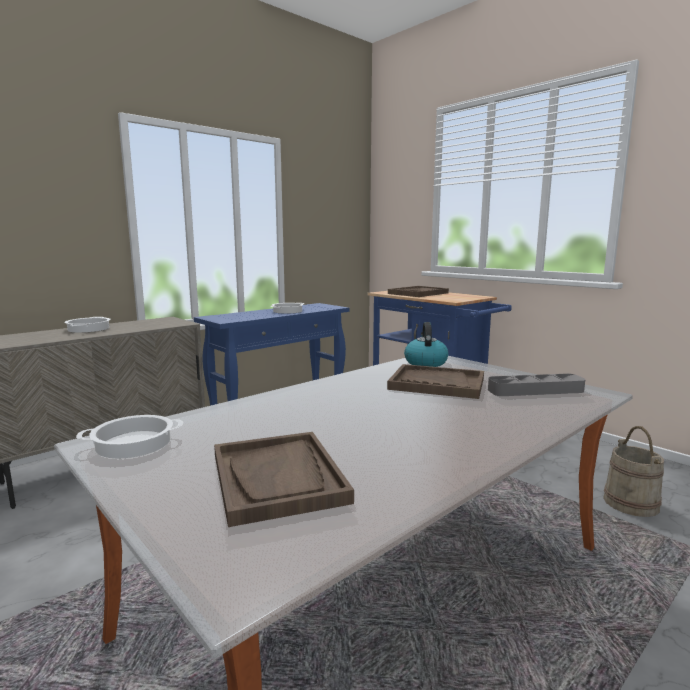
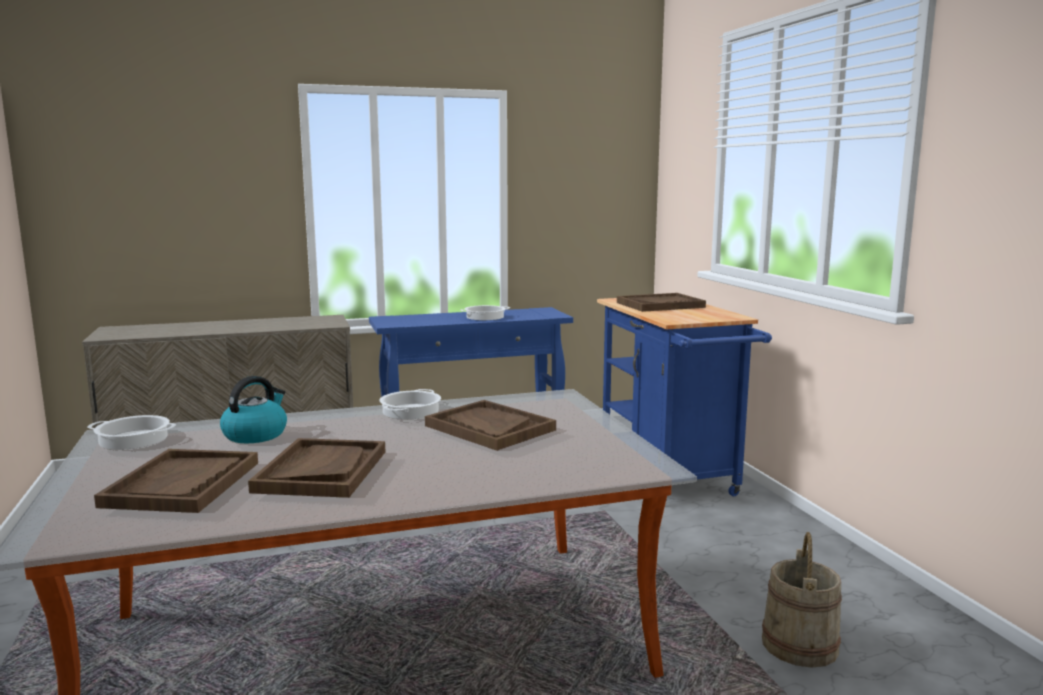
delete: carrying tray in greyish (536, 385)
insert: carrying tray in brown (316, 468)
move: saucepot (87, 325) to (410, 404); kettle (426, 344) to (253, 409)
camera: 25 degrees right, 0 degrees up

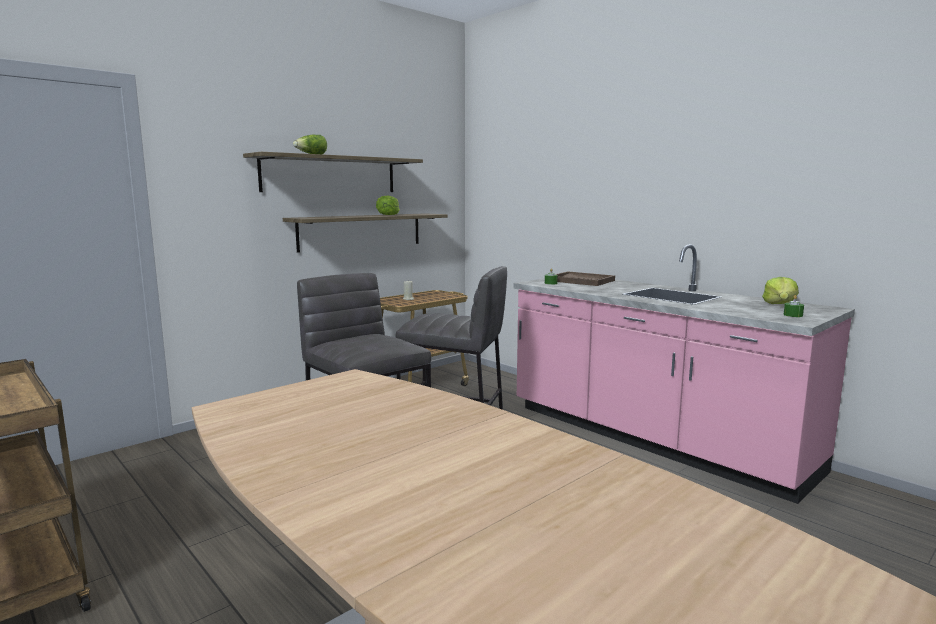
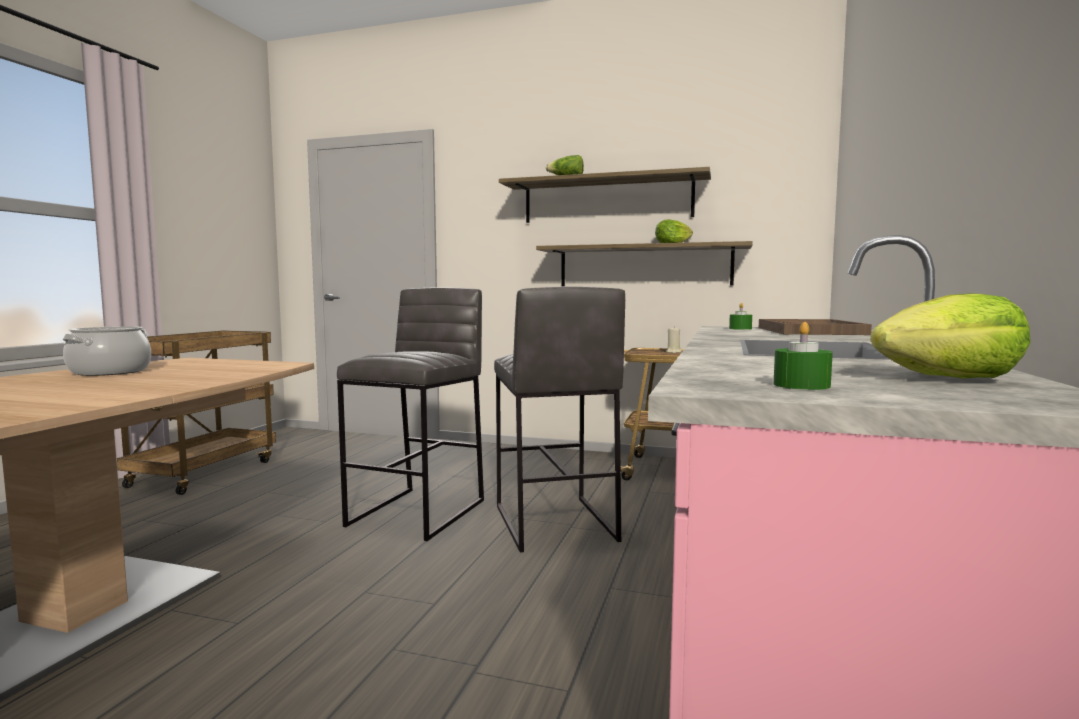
insert: saucepot (107, 351)
camera: 60 degrees right, 5 degrees down

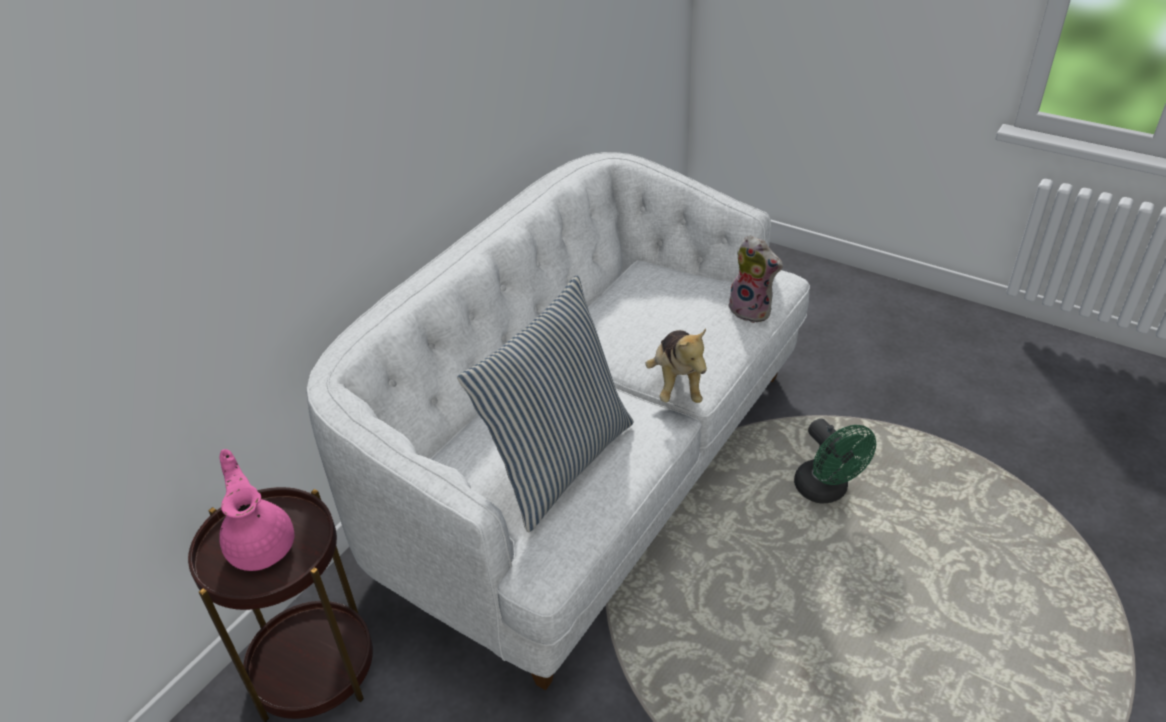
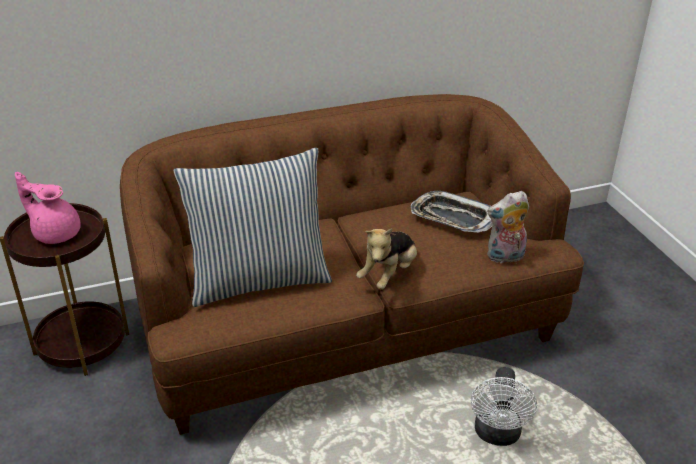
insert: carrying tray (452, 212)
recolor: sofa in whitish (558, 421) to sofa in brown (352, 264); cooling fan in green-coloured (835, 460) to cooling fan in whitish (504, 406)
rotate: plush toy (755, 279) = (508, 227) 90 degrees clockwise; tea pot in pink-coloured (257, 510) = (48, 208) 75 degrees counterclockwise
camera: 35 degrees right, 5 degrees down

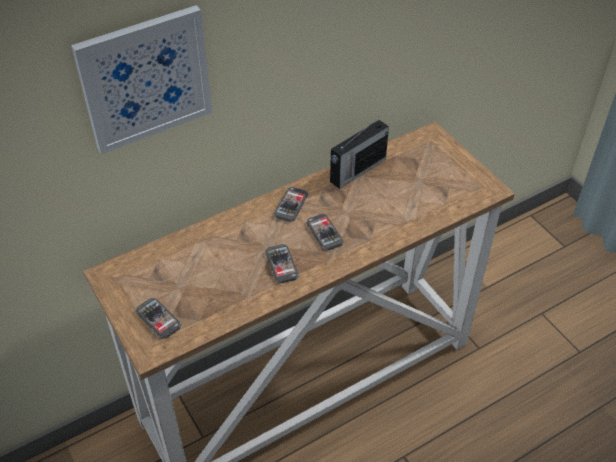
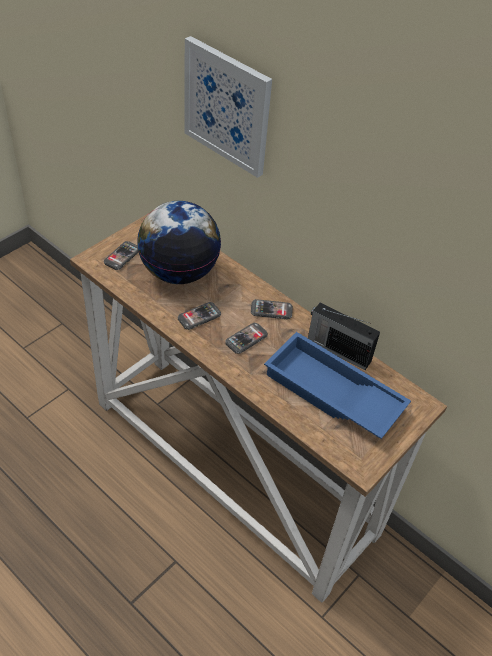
insert: desk globe (179, 242); carrying tray in bluish (337, 385)
camera: 70 degrees right, 0 degrees up

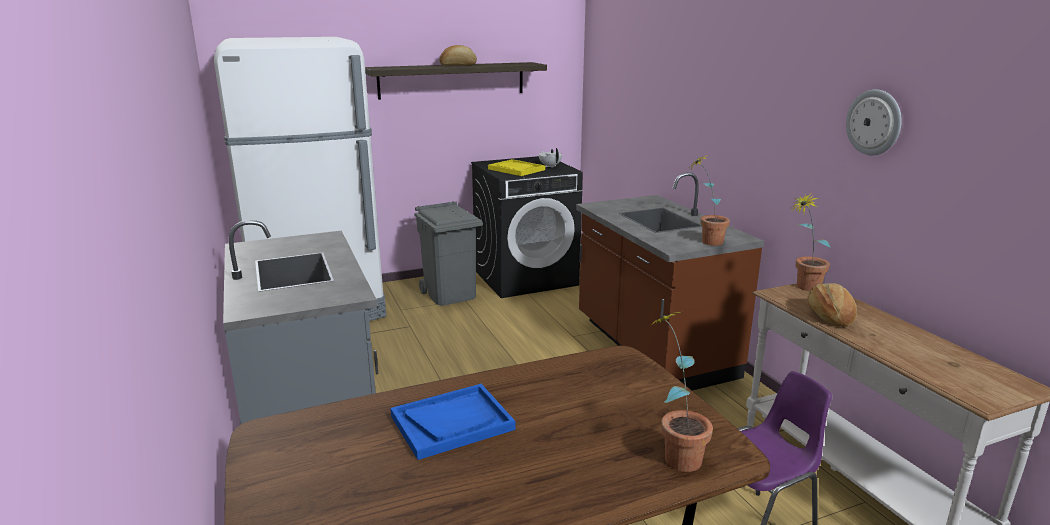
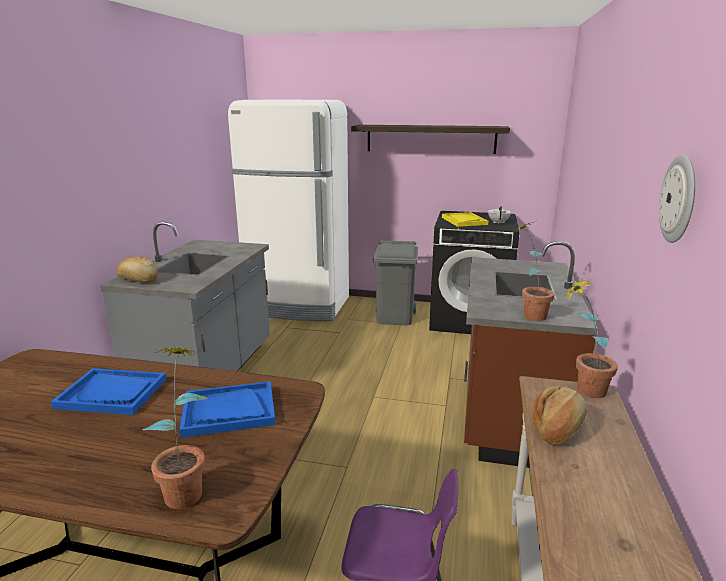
insert: carrying tray in bluish (227, 409)
move: baked bread (458, 55) to (137, 270)
camera: 35 degrees right, 0 degrees up

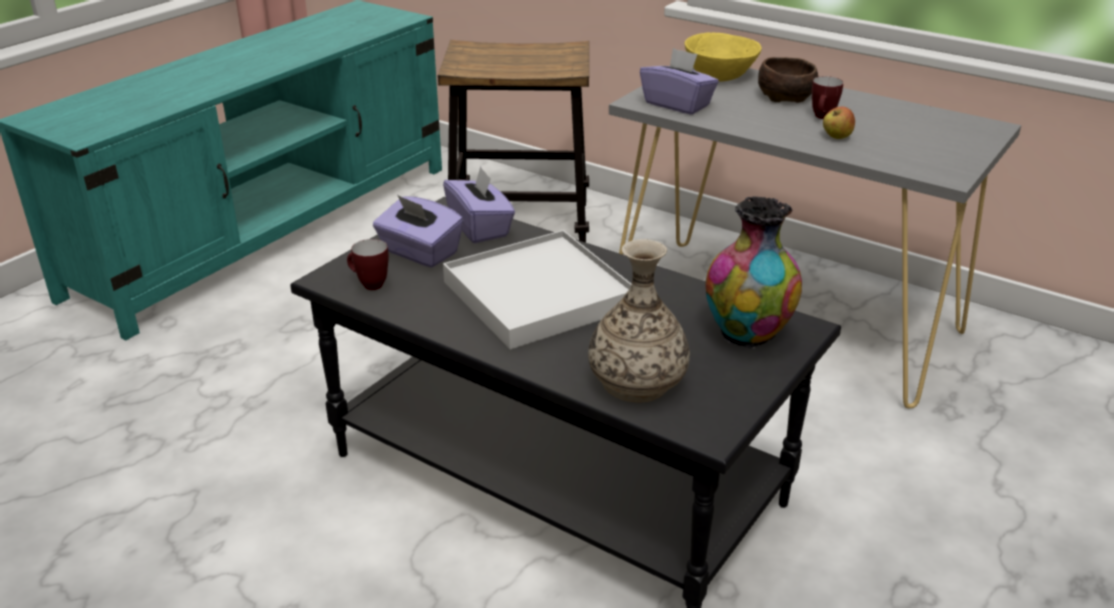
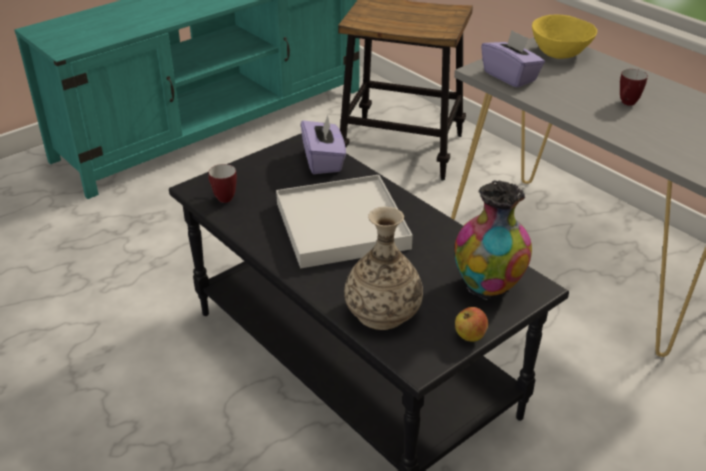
delete: bowl in brown (788, 80); tissue holder in purple (418, 231)
move: apple fruit (839, 122) to (471, 324)
camera: 15 degrees right, 5 degrees up

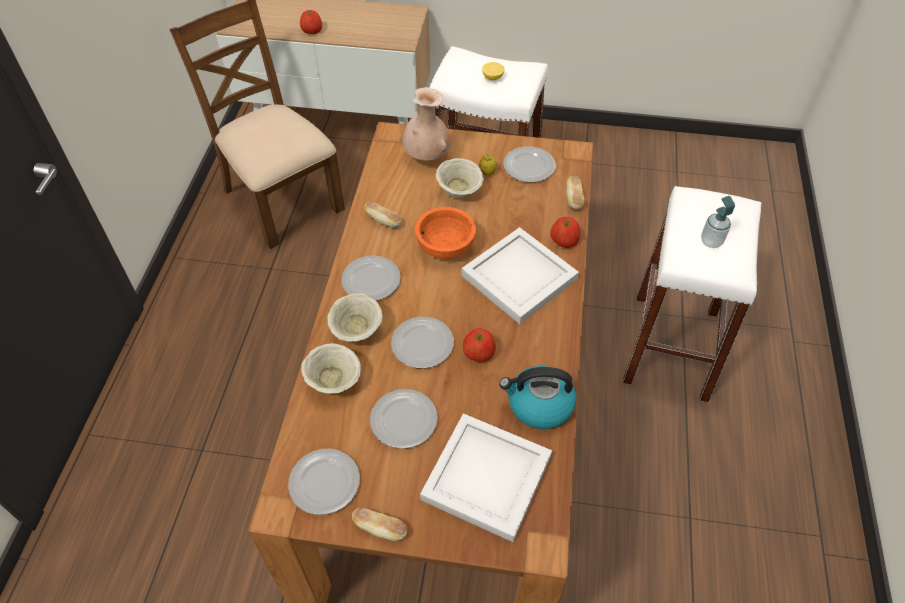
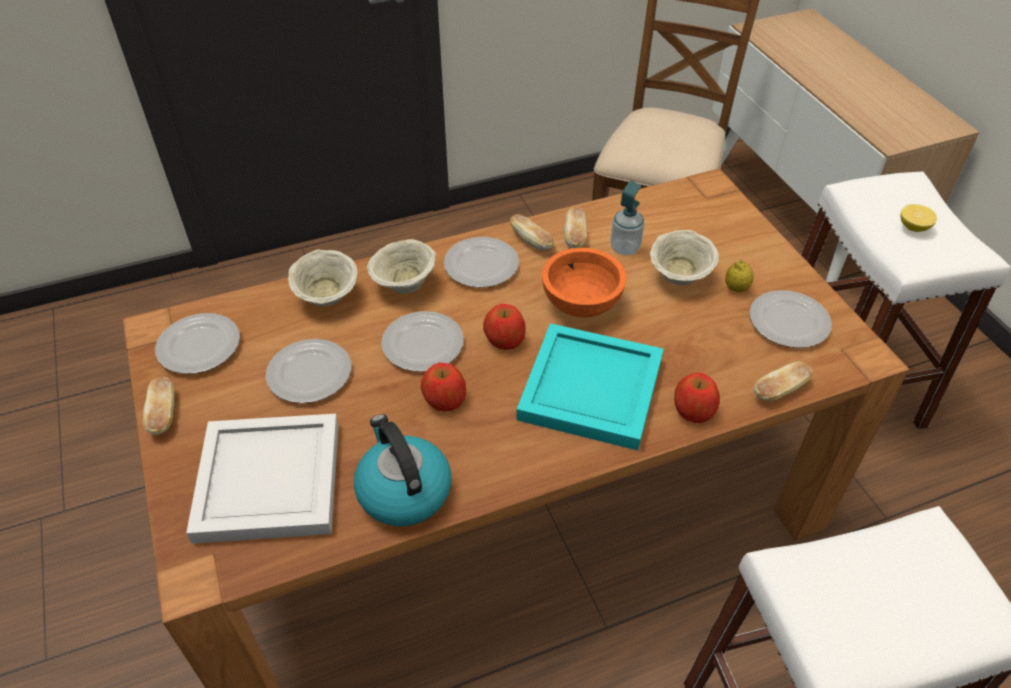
delete: decorative vase in beige-coloured (426, 124)
insert: baked bread (532, 232)
move: apple fruit (311, 22) to (504, 327); soap bottle (718, 222) to (627, 218)
recolor: carrying tray in whitish (520, 275) to carrying tray in turquoise-coloured (590, 386)
camera: 60 degrees right, 5 degrees down

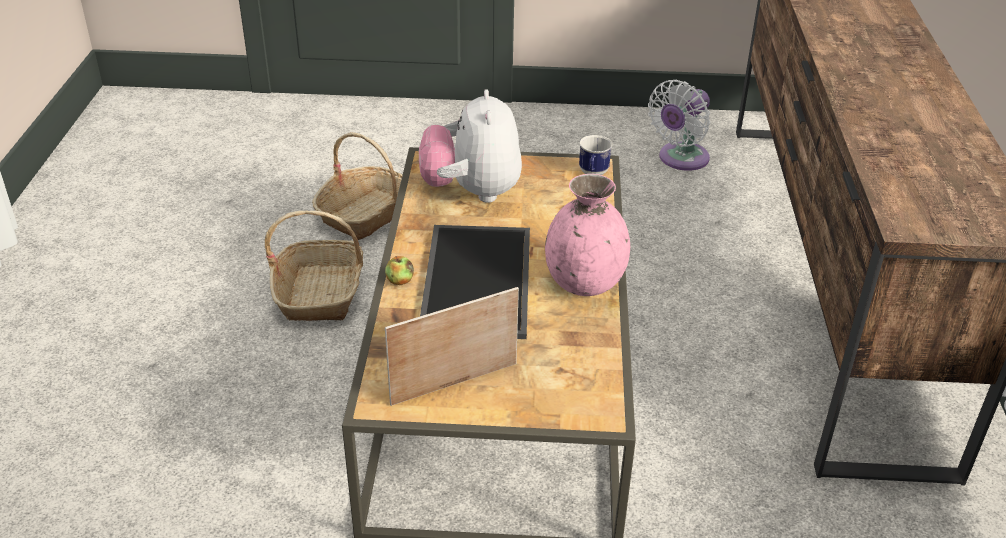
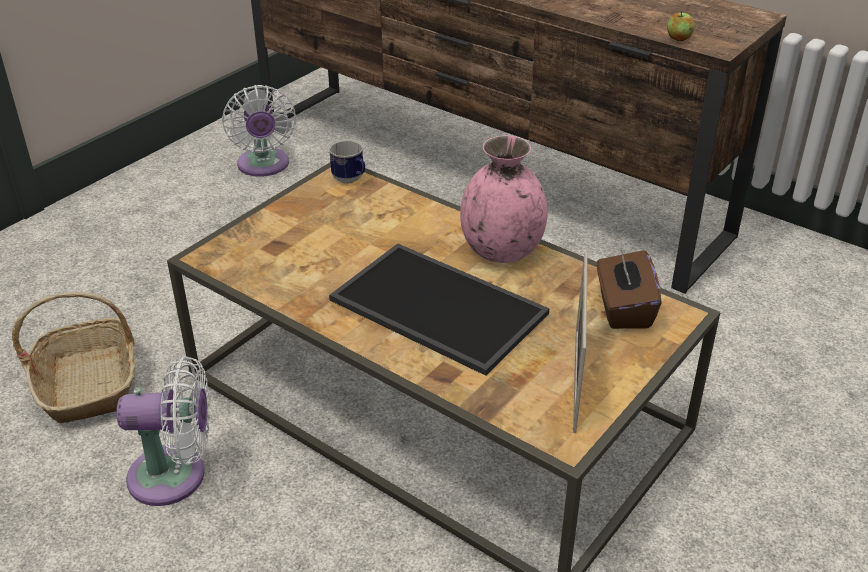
delete: plush toy (470, 146)
insert: tissue holder in brown (629, 289)
move: apple fruit (399, 270) to (680, 26)
replace: basket (314, 266) to cooling fan in whitish (163, 431)
camera: 55 degrees left, 0 degrees up

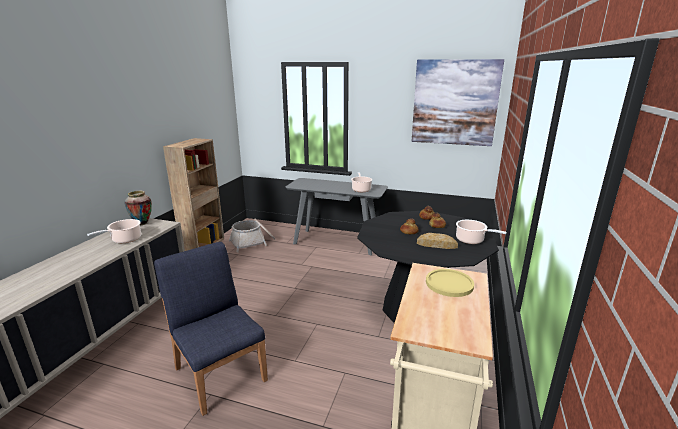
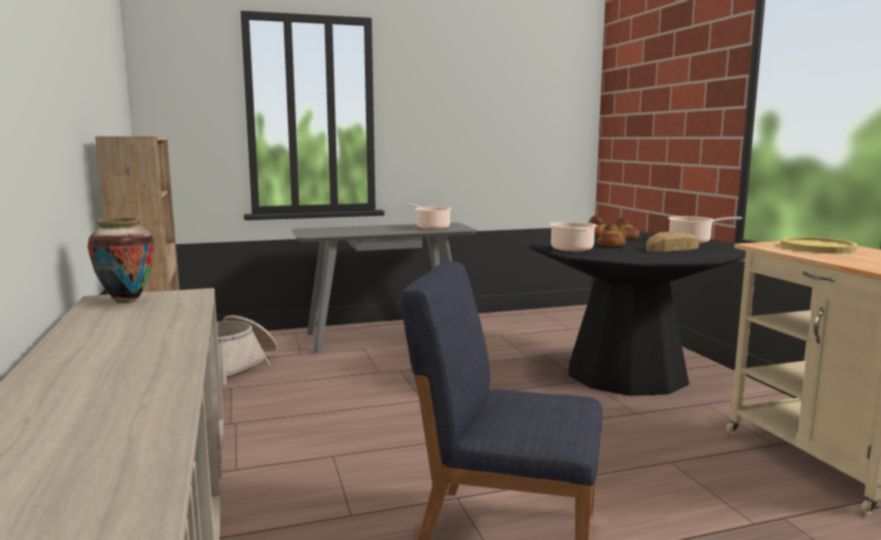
delete: wall picture (457, 102)
move: saucepot (114, 231) to (573, 237)
camera: 35 degrees left, 10 degrees down

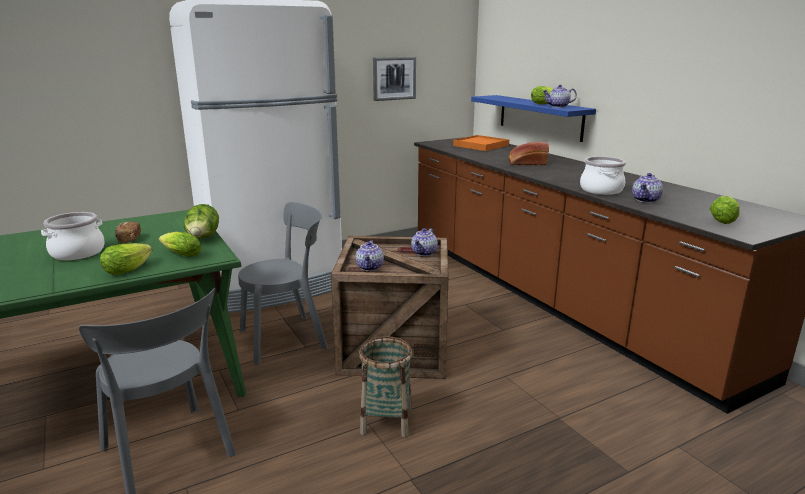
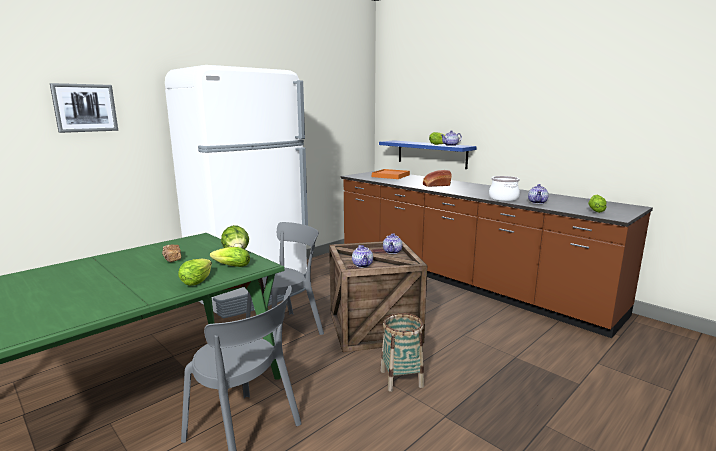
delete: saucepot (72, 236)
move: wall picture (394, 79) to (84, 108)
camera: 15 degrees left, 5 degrees down

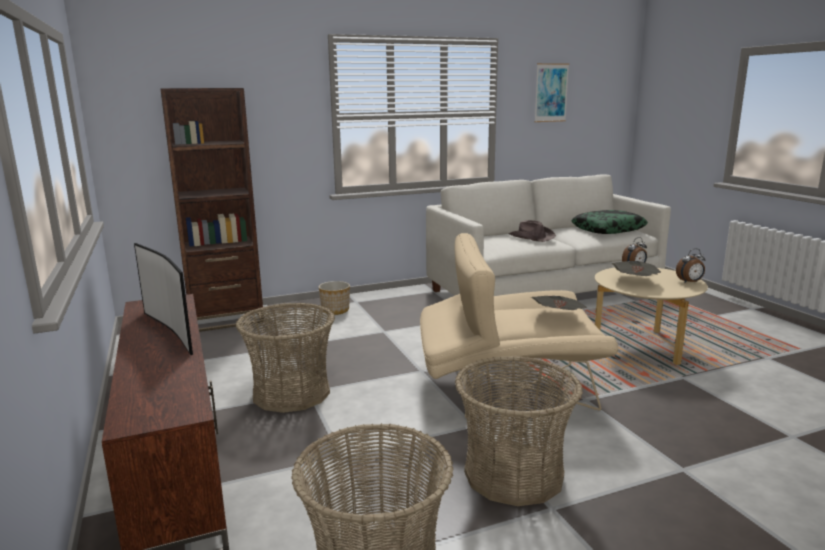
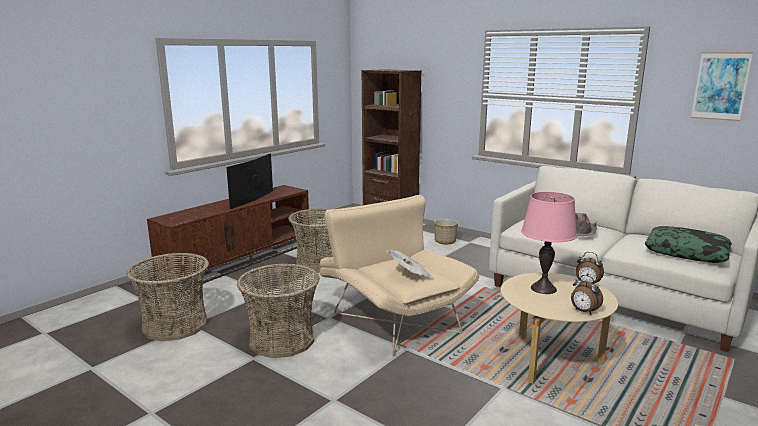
replace: daily paper (636, 268) to tabletop lamp in pink-coloured (549, 243)
camera: 60 degrees right, 0 degrees up

